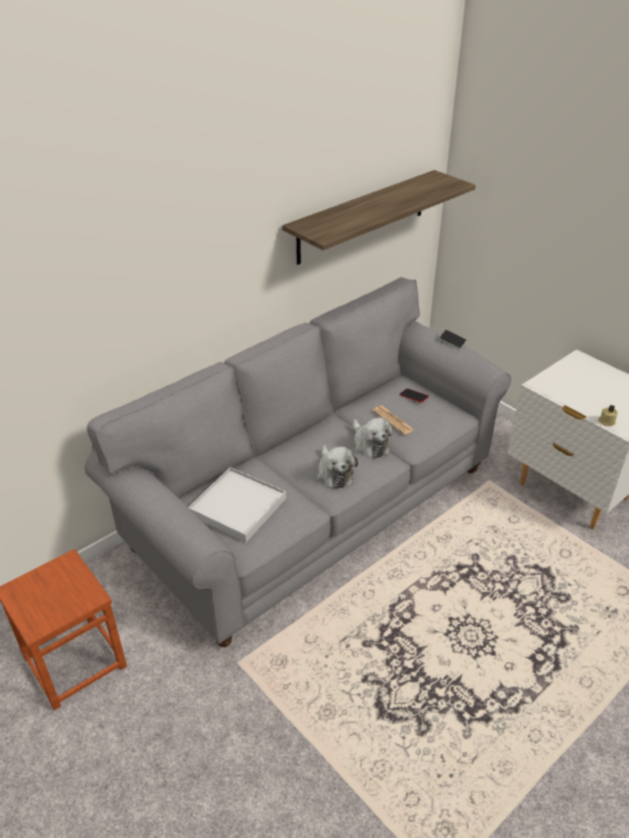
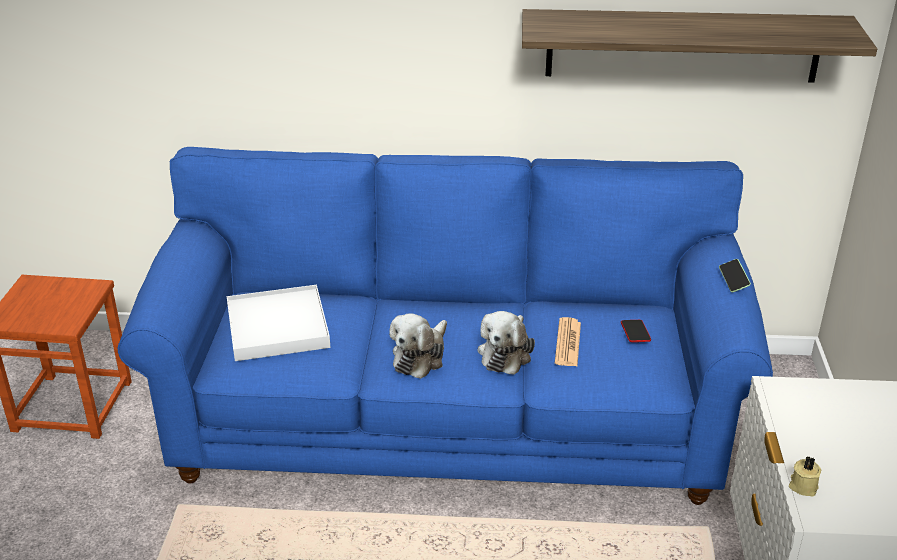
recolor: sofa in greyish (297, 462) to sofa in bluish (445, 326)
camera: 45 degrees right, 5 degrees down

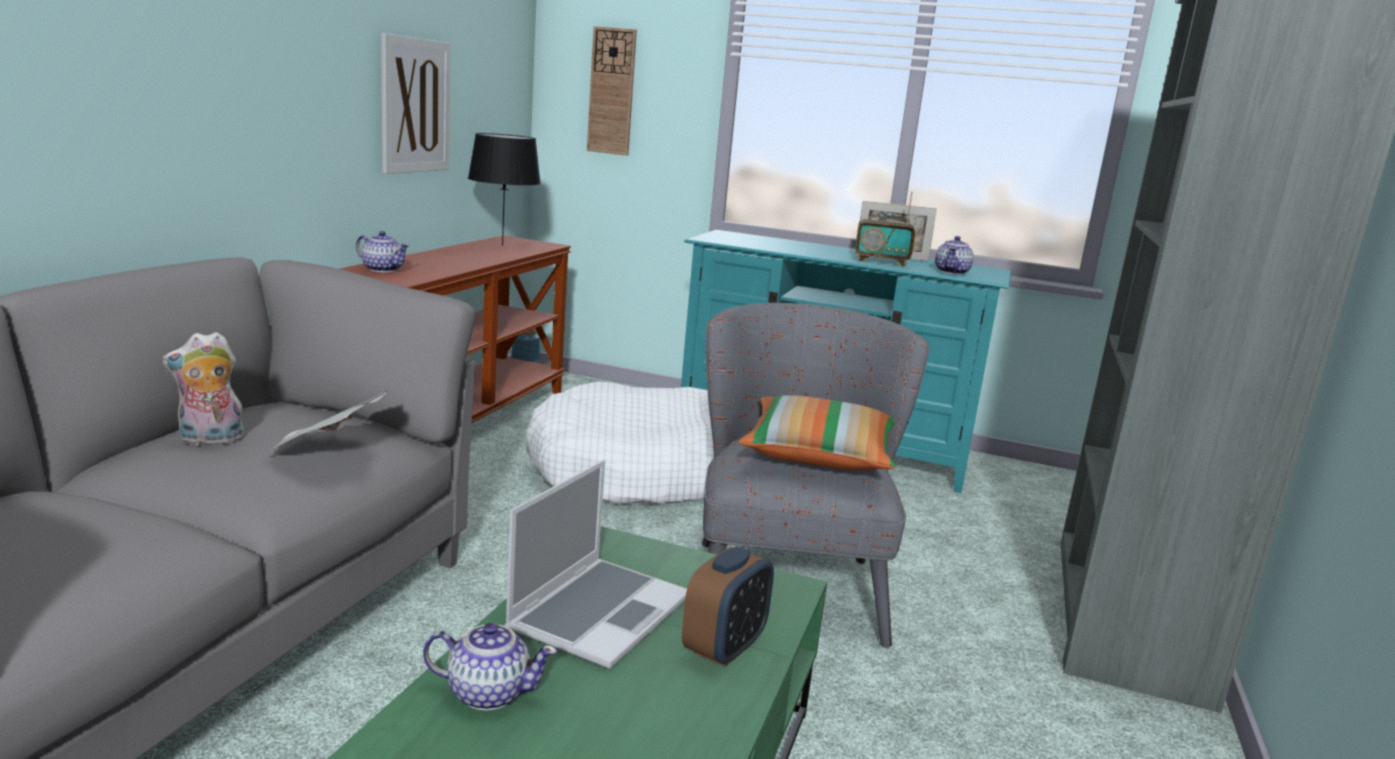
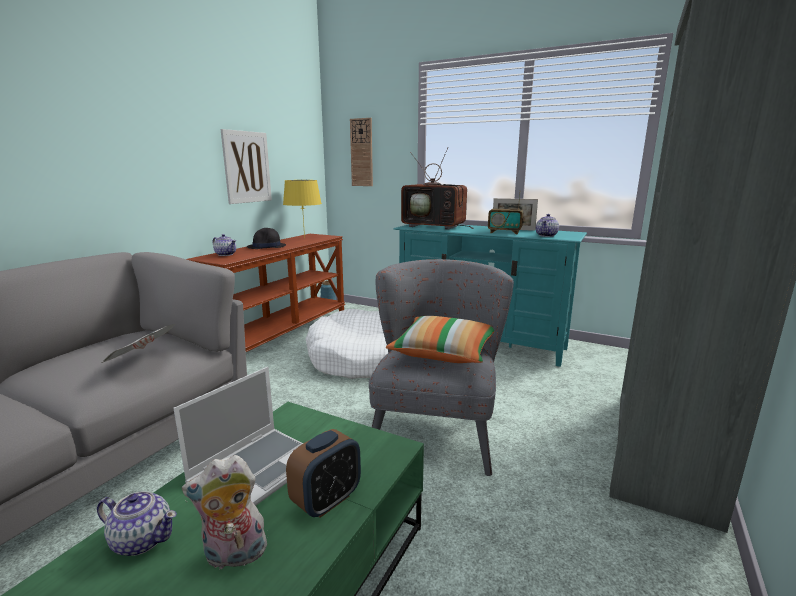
insert: TV (437, 189); clothing hat in black-coloured (266, 238)
move: plush toy (204, 389) to (224, 512)
recolor: tabletop lamp in black-coloured (504, 189) to tabletop lamp in yellow-coloured (302, 209)
camera: 10 degrees right, 0 degrees up

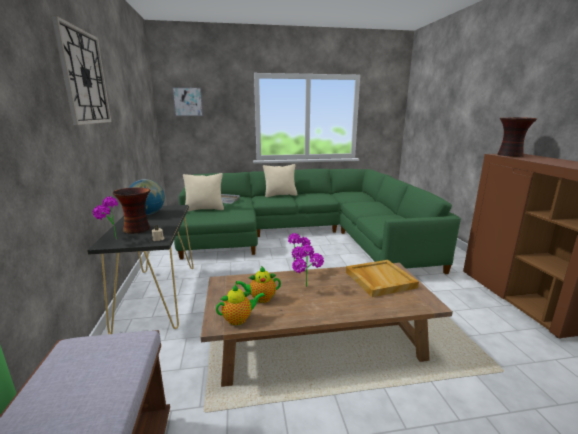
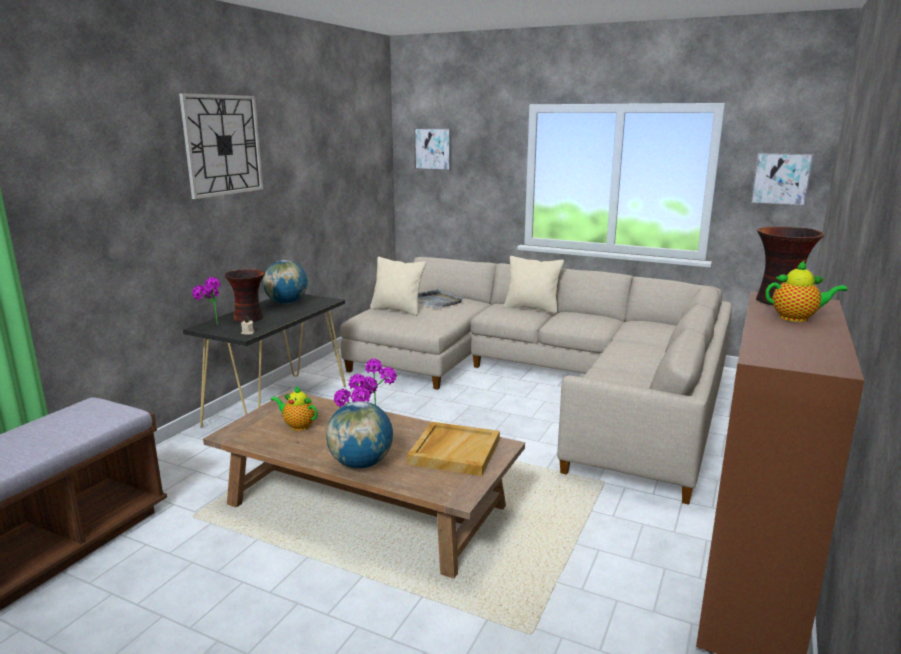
insert: wall picture (782, 179); desk globe (359, 435)
move: tea pot (240, 305) to (806, 291)
recolor: sofa in green-coloured (317, 221) to sofa in beige-coloured (536, 381)
camera: 35 degrees right, 0 degrees up

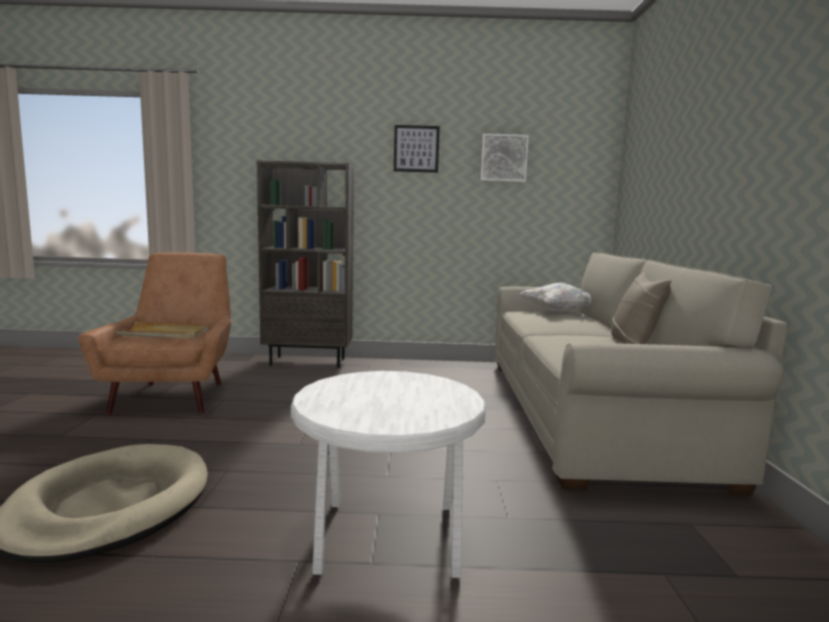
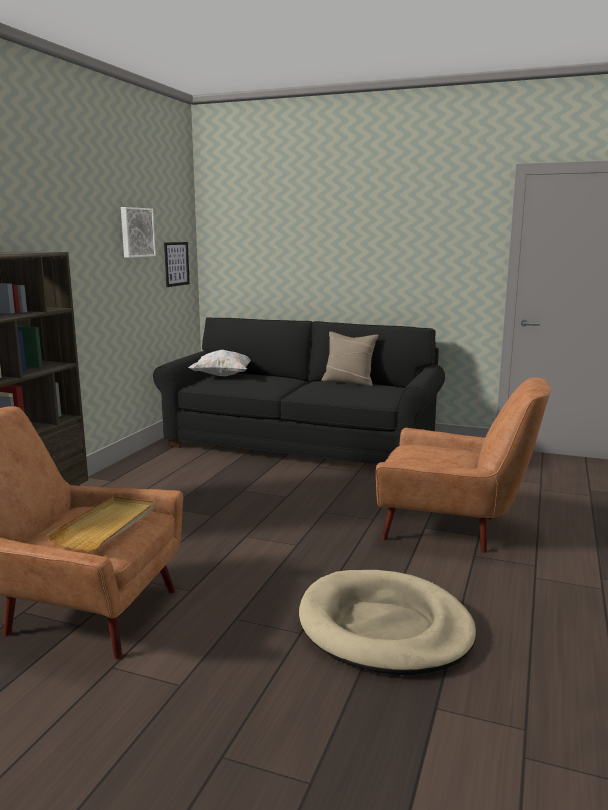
move: wall picture (417, 149) to (177, 264)
replace: accent table in whitish (388, 474) to armchair in brown (463, 465)
recolor: sofa in beige-coloured (641, 373) to sofa in black-coloured (299, 391)
camera: 70 degrees left, 5 degrees up

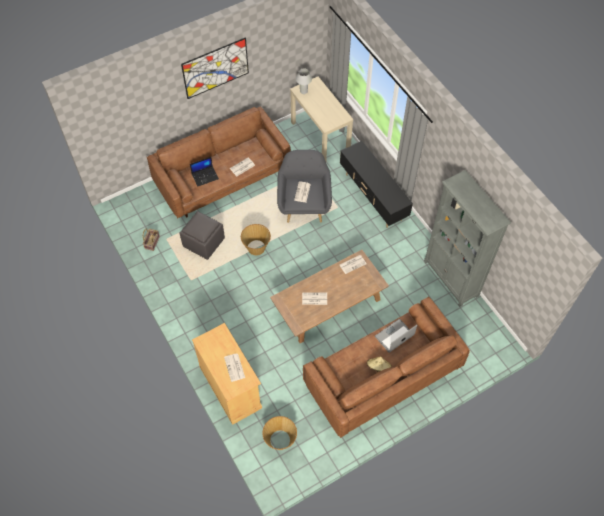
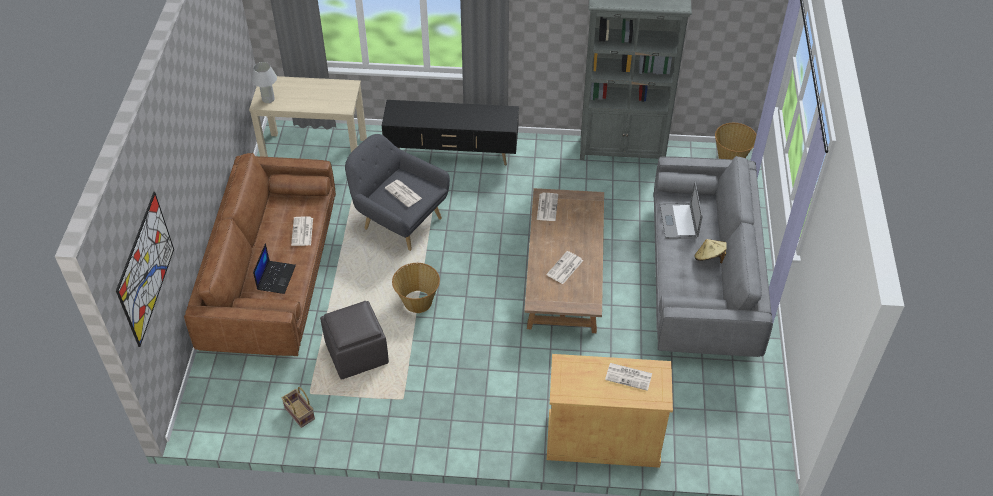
move: wall picture (215, 68) to (145, 269); basket (280, 433) to (736, 141)
recolor: sofa in brown (386, 367) to sofa in greyish (713, 256)
camera: 55 degrees left, 10 degrees down

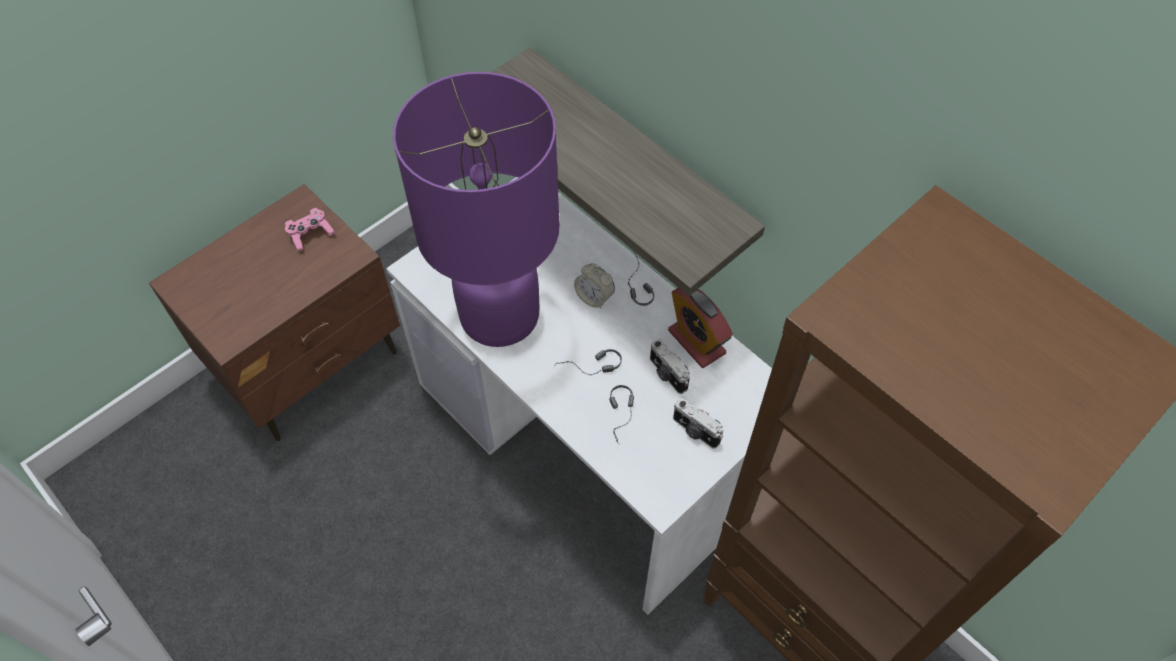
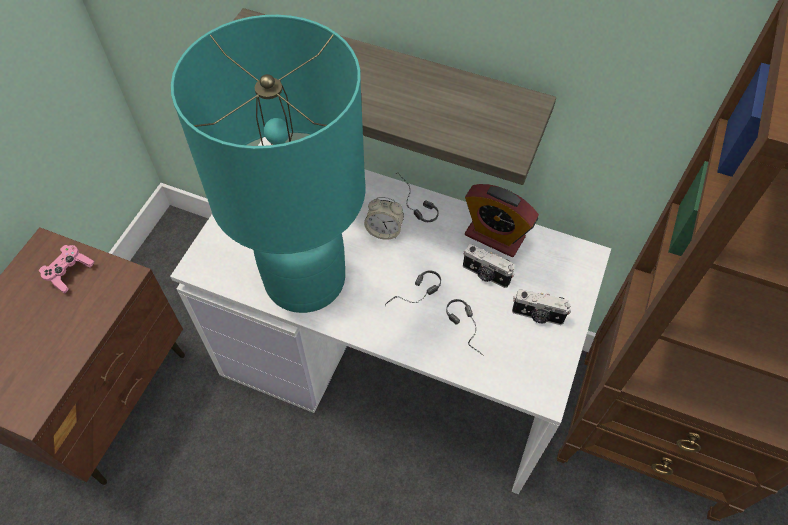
recolor: tabletop lamp in purple (476, 209) to tabletop lamp in turquoise-coloured (268, 164)
camera: 25 degrees left, 0 degrees up

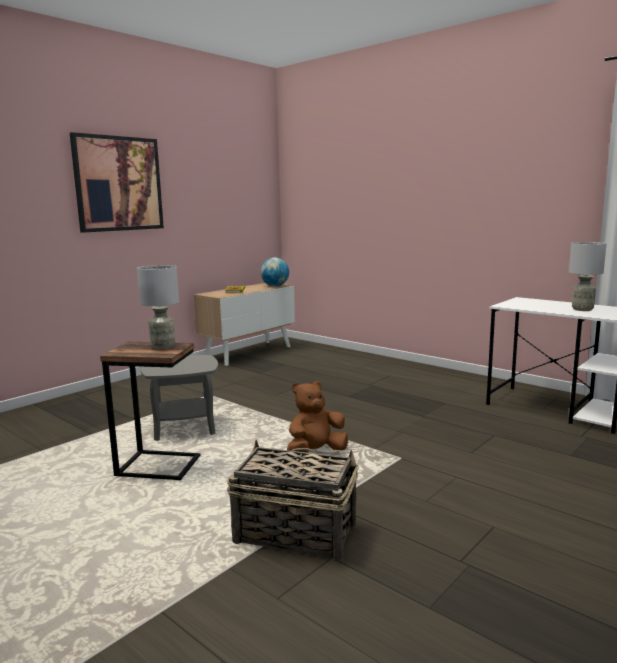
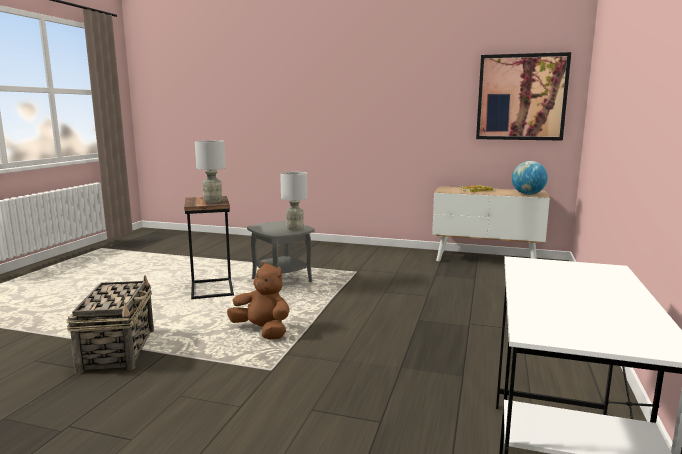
move: wall picture (117, 182) to (523, 96); tabletop lamp in greyish (588, 276) to (294, 201)
camera: 65 degrees right, 0 degrees up

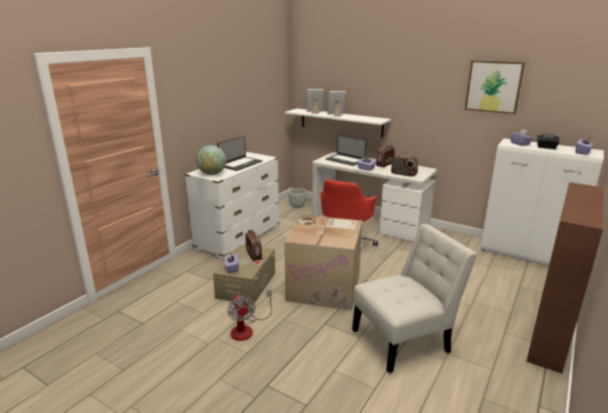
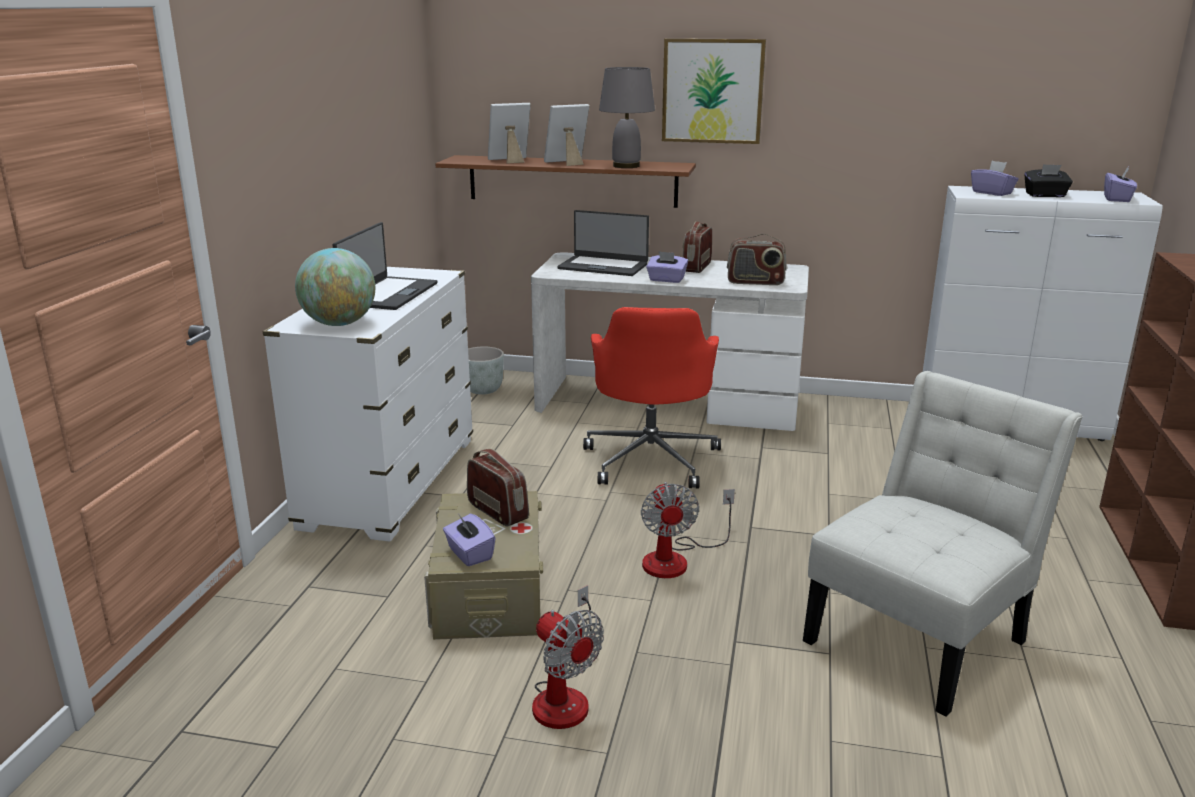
insert: tabletop lamp in greyish (627, 117)
move: wall picture (495, 87) to (714, 91)
replace: packing box (323, 262) to cooling fan (688, 530)
recolor: wall shelf in whitish (338, 123) to wall shelf in brown (566, 181)
camera: 20 degrees left, 0 degrees up

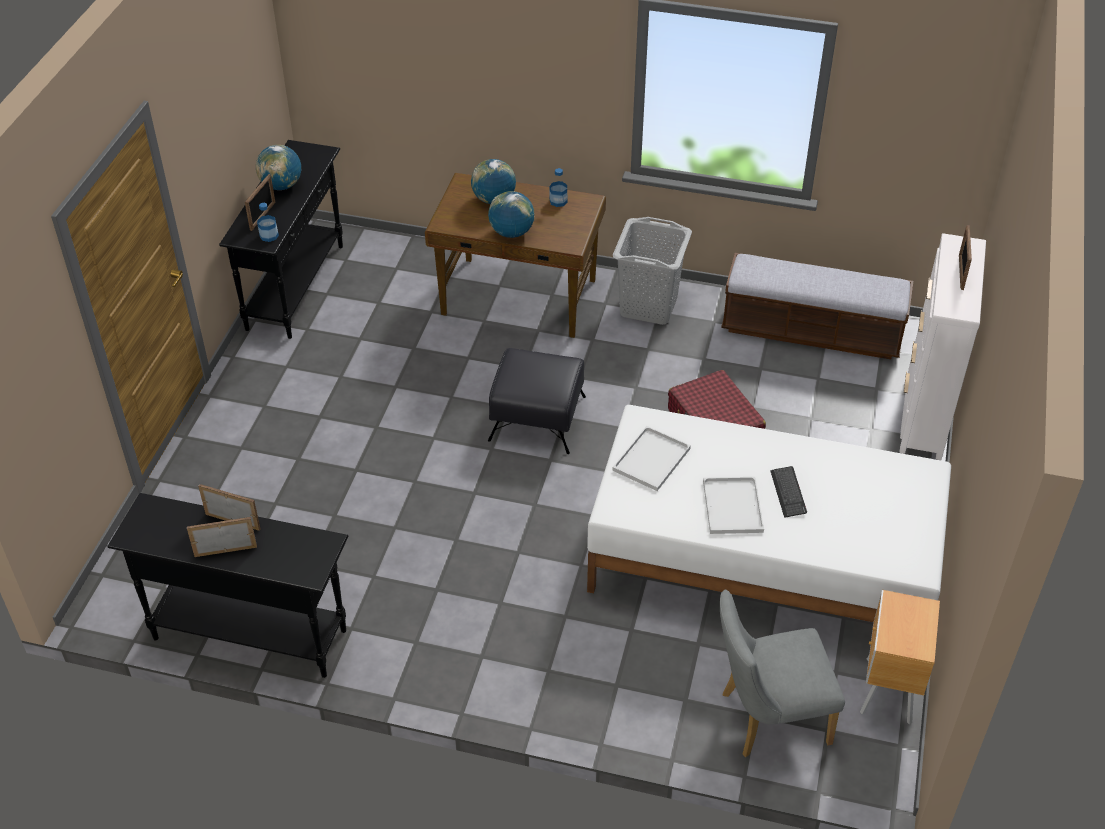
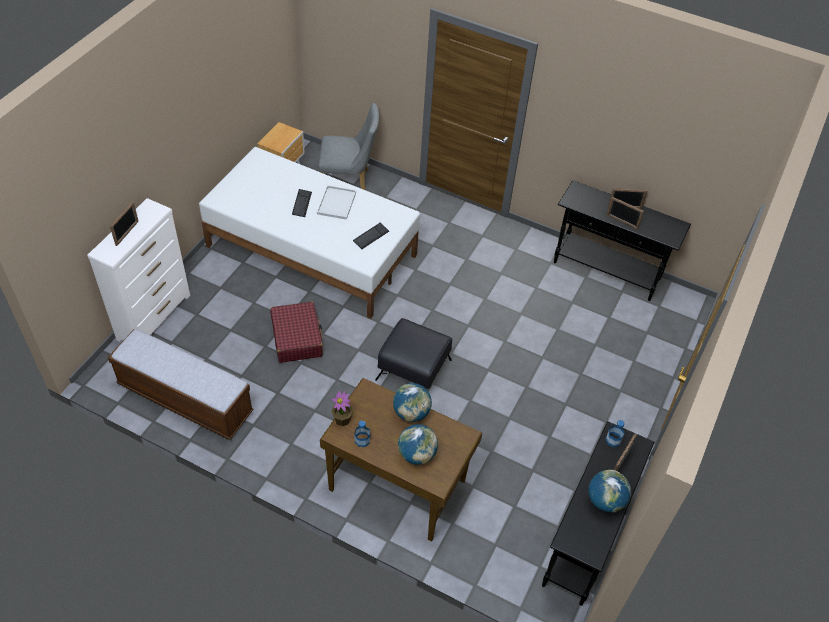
delete: laundry basket in greyish (652, 271)
insert: potted plant (342, 408)
replace: carrying tray in whitish (651, 458) to computer keyboard (371, 236)
camera: 170 degrees left, 5 degrees up

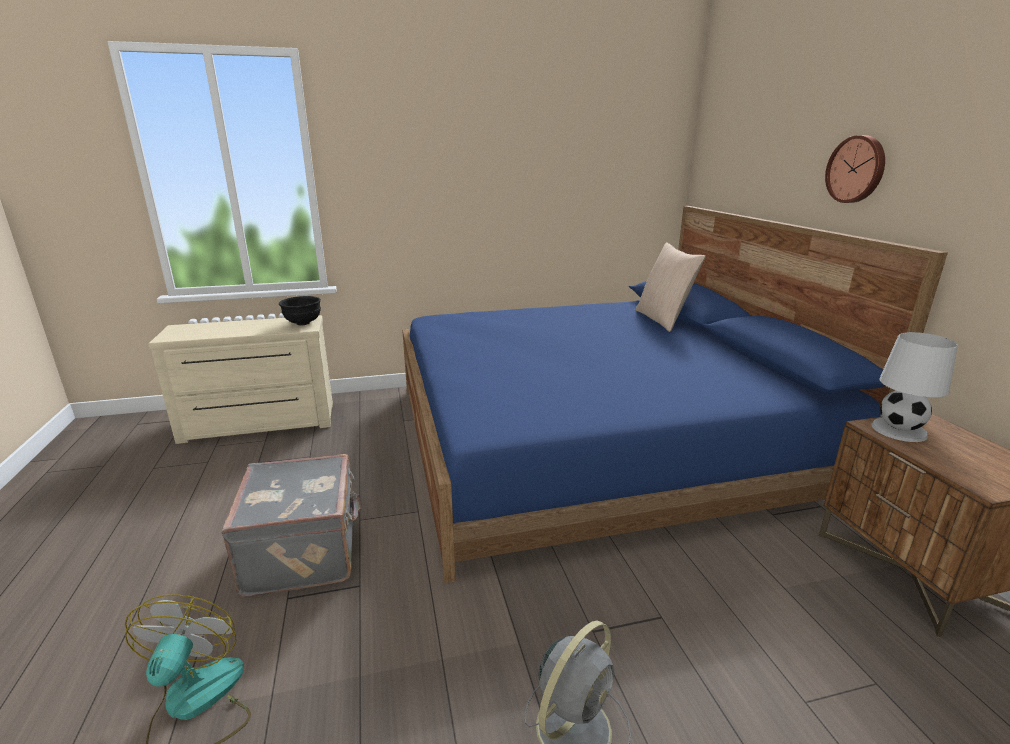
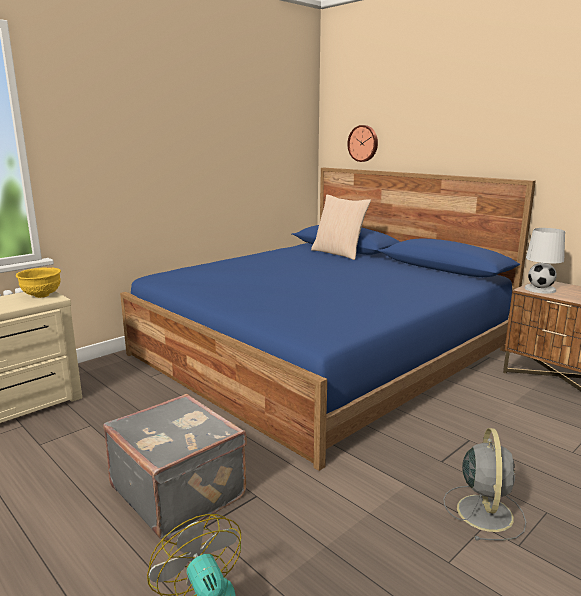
move: hanging clock (855, 169) to (362, 143)
recolor: bowl in black-coloured (300, 311) to bowl in yellow-coloured (38, 282)
camera: 30 degrees left, 5 degrees down

